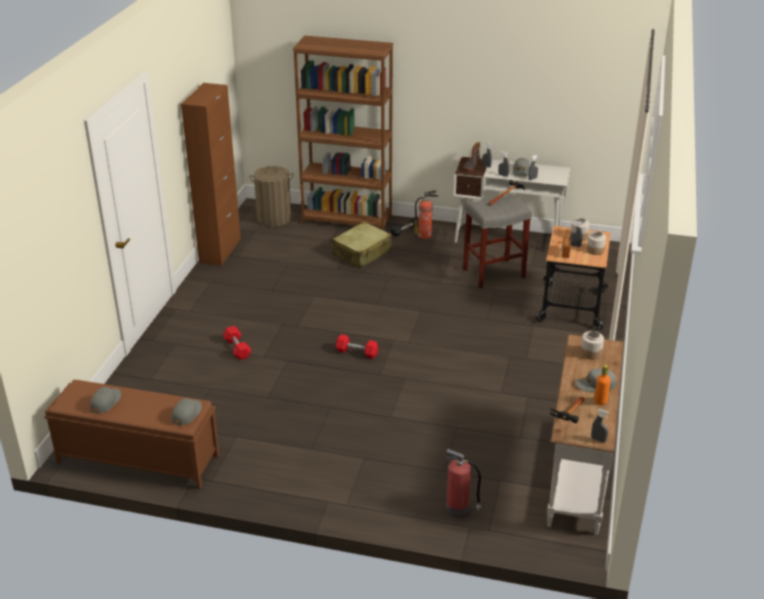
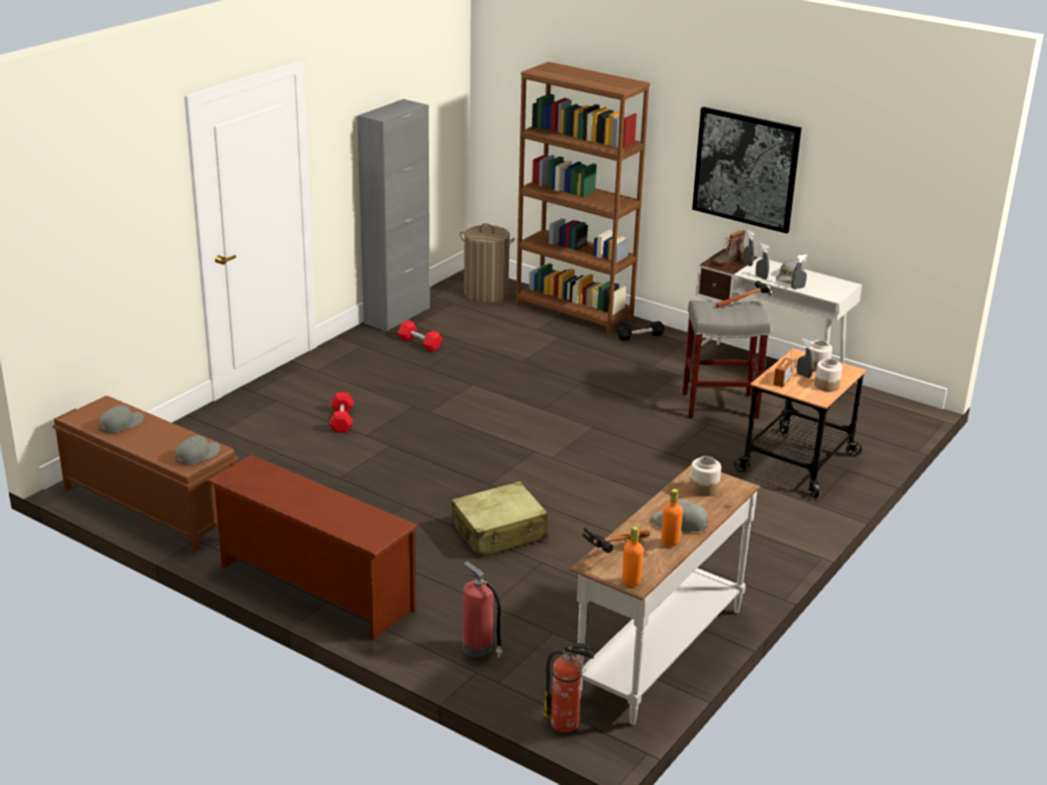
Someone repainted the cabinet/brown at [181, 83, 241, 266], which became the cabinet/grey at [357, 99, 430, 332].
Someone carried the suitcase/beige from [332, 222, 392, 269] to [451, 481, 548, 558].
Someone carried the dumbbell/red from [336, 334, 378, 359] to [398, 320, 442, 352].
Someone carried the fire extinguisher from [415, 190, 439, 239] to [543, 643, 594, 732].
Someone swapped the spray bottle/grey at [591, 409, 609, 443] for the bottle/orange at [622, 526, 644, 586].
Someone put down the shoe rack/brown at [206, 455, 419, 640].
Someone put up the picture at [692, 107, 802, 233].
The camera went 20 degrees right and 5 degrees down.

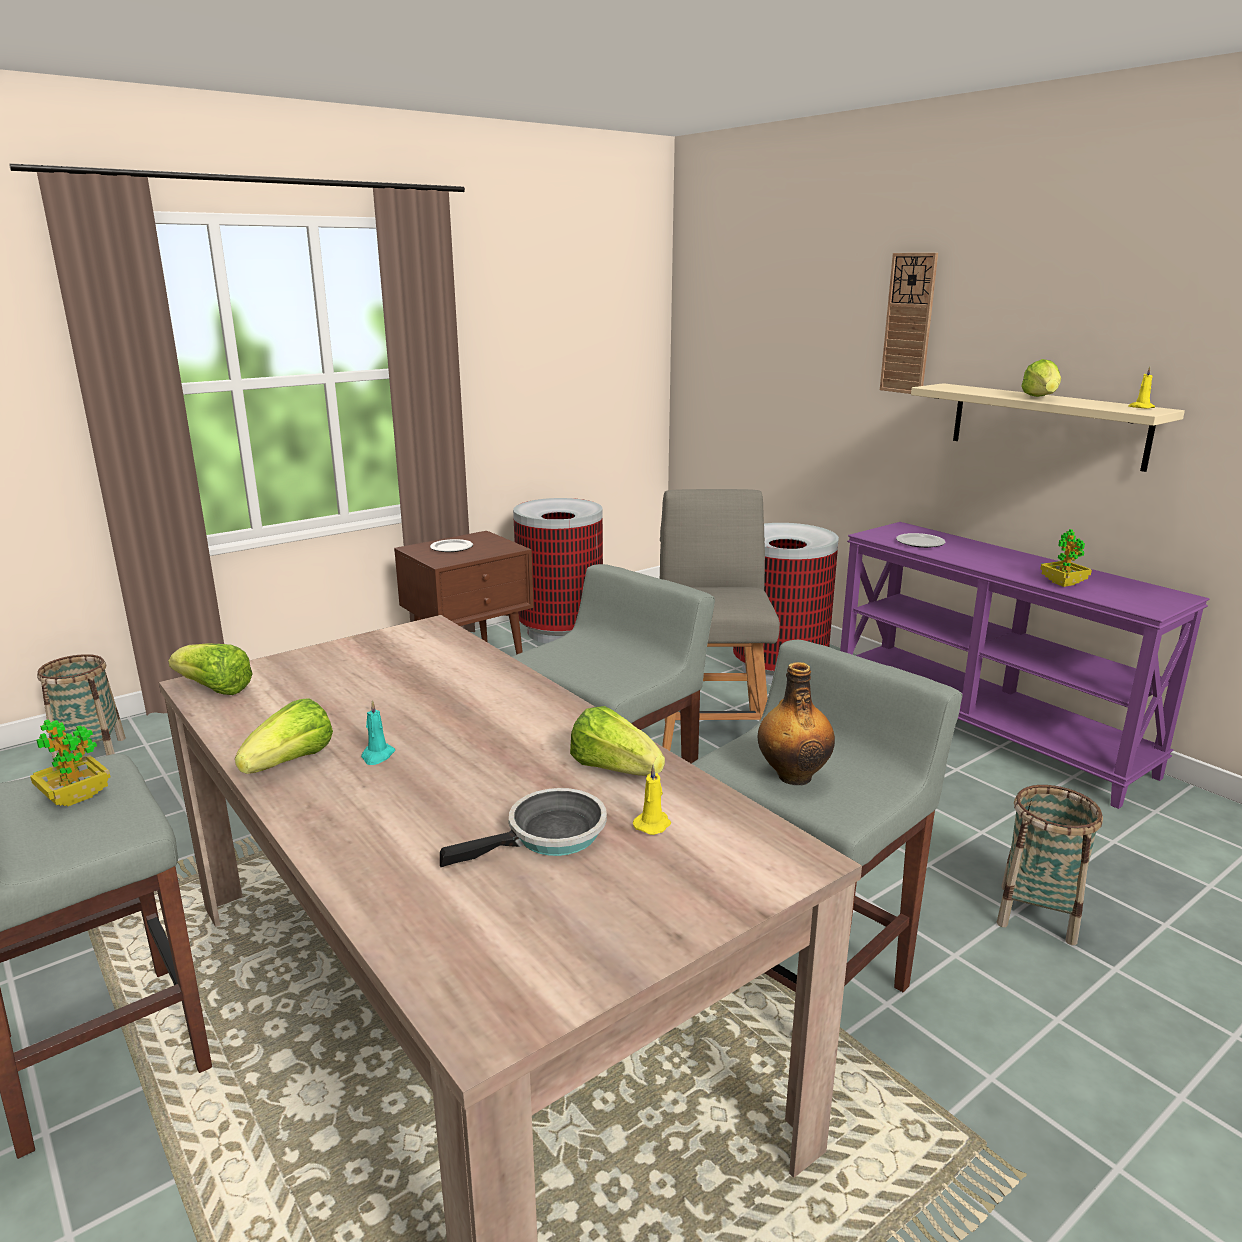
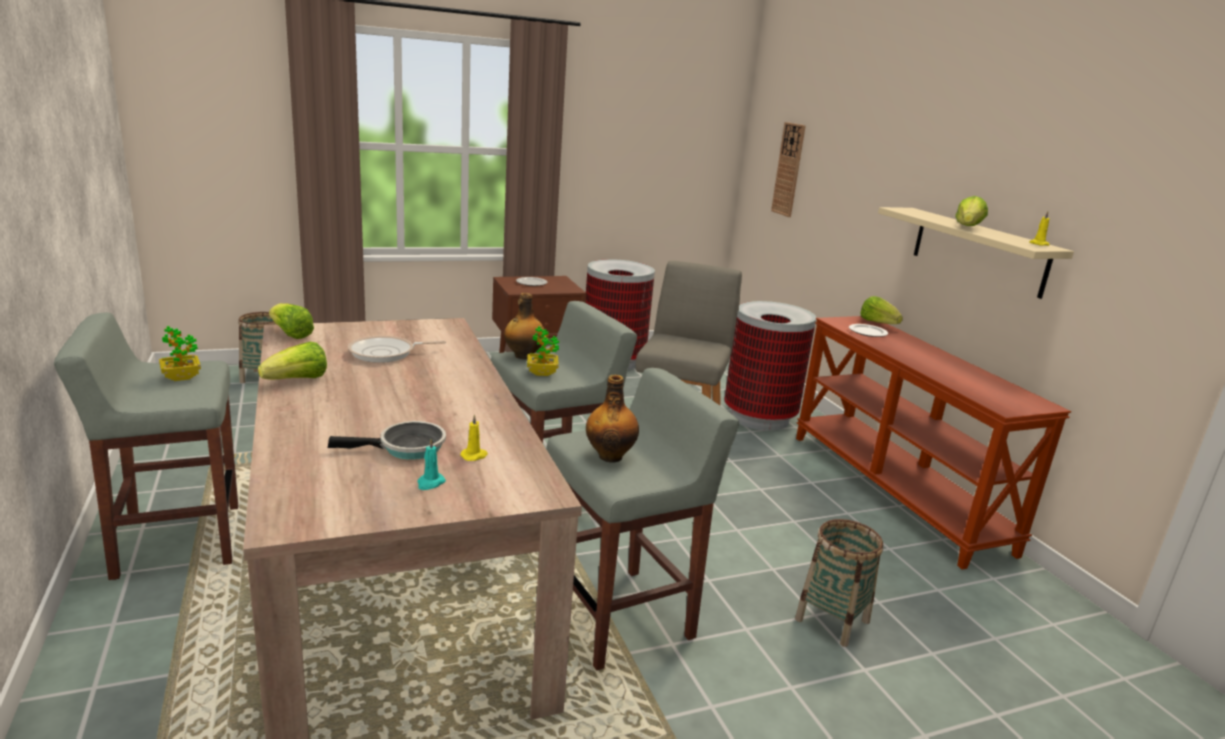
Someone carried the candle/turquoise from [361, 700, 395, 765] to [417, 438, 446, 490].
Someone carried the lettuce from [570, 706, 665, 776] to [860, 296, 903, 324].
Someone repainted the console table/purple at [840, 522, 1209, 809], which became the console table/brown at [796, 316, 1071, 570].
Someone carried the wall clock from [880, 253, 938, 394] to [771, 122, 806, 217].
Someone carried the potted plant from [1040, 529, 1092, 587] to [527, 326, 559, 376].
Someone put down the frying pan at [348, 336, 446, 363].
Someone put down the bottle at [504, 293, 544, 359].
The camera went 15 degrees right and 0 degrees up.

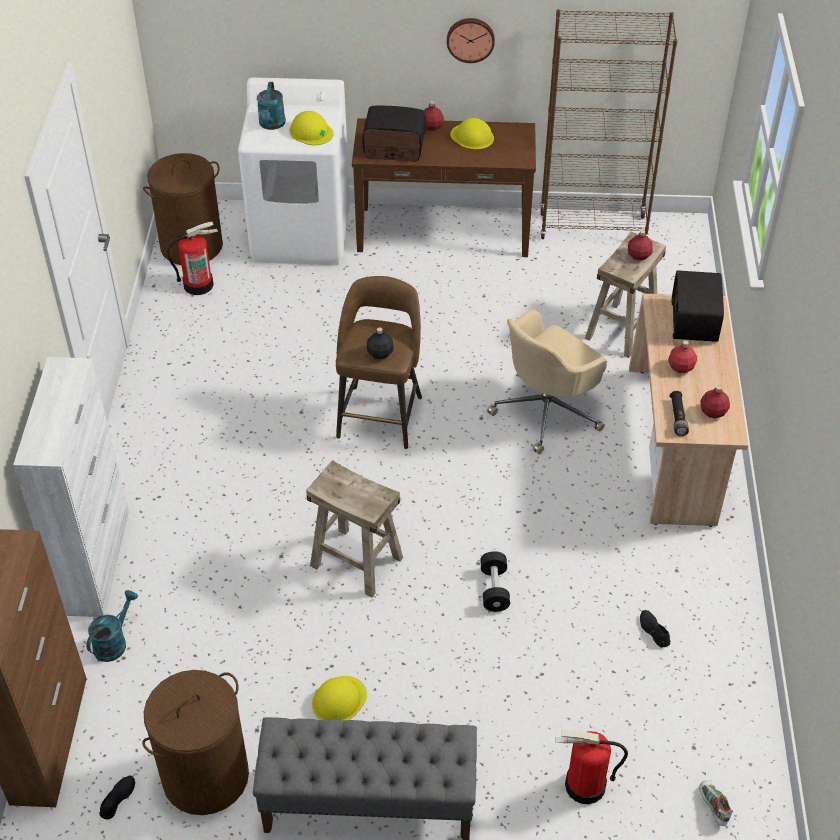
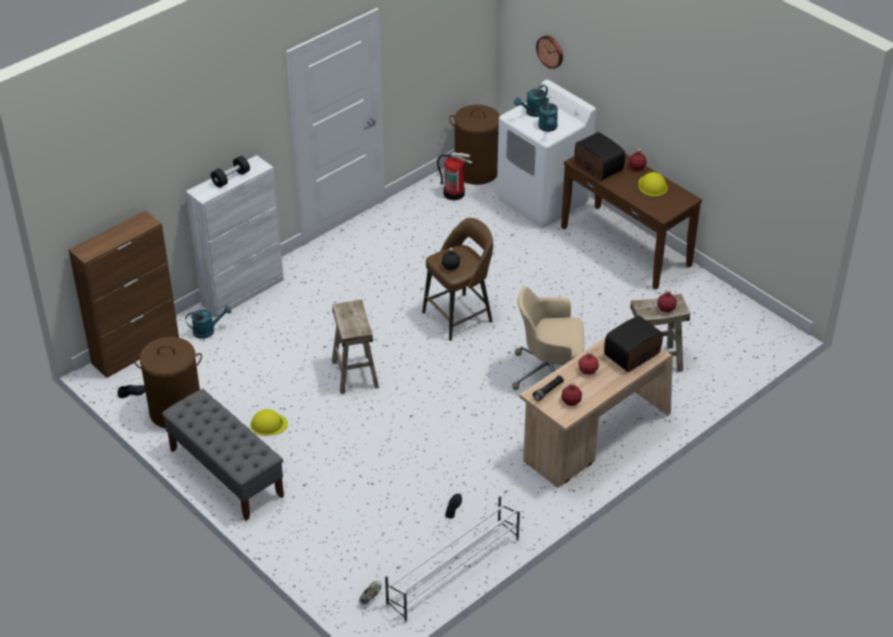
Someone swapped the hard hat/yellow at [289, 111, 334, 145] for the watering can/turquoise at [538, 98, 558, 132].
Someone carried the wall clock from [447, 18, 495, 63] to [536, 36, 563, 69].
Someone carried the dumbbell/black from [480, 551, 510, 612] to [211, 156, 250, 188].
Someone took away the bookcase/brown at [540, 9, 678, 239].
Someone took away the fire extinguisher at [555, 729, 628, 804].
Someone put down the shoe rack/white at [385, 494, 520, 623].
The camera went 45 degrees right and 5 degrees down.

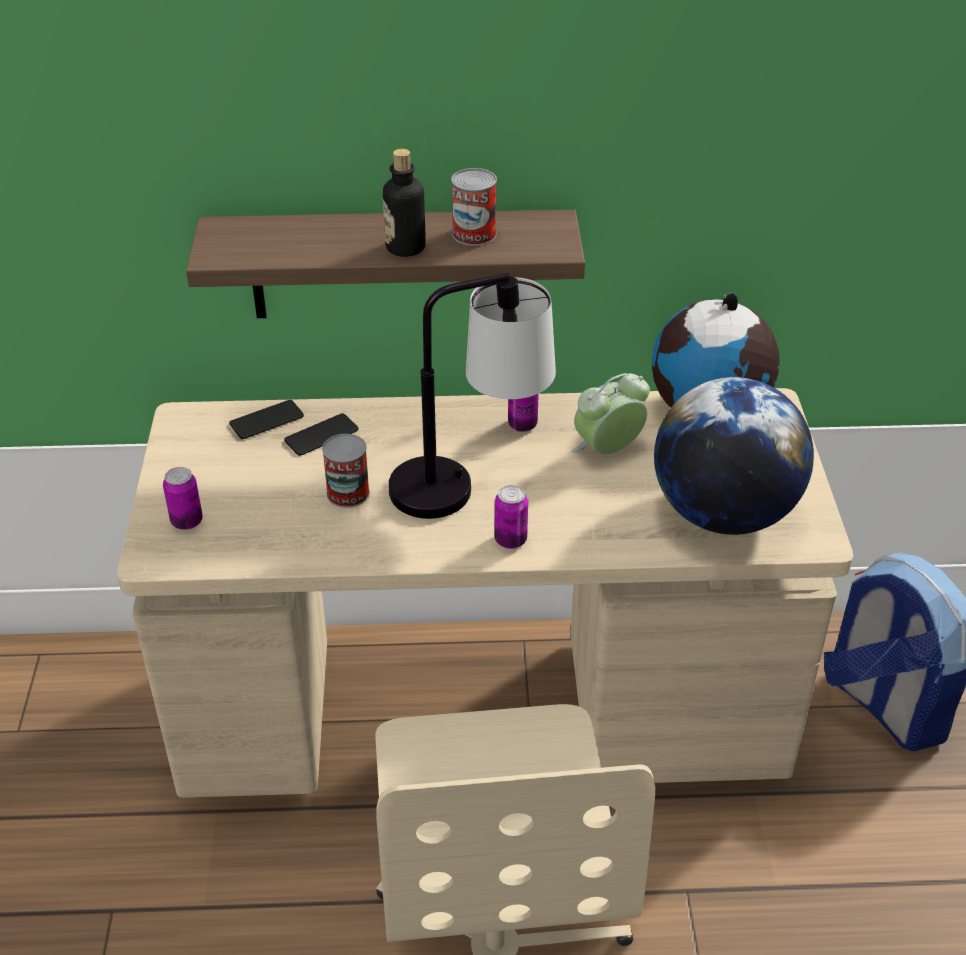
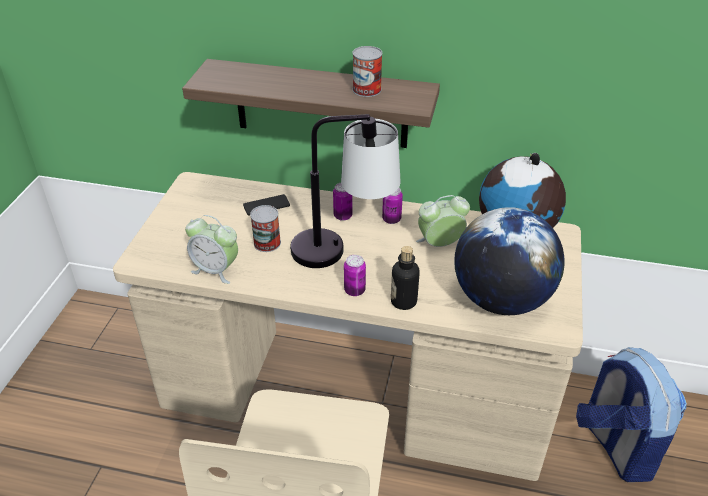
Someone carried the can from [163, 467, 203, 530] to [333, 183, 353, 221].
Someone took away the phone at [229, 400, 304, 439].
Someone carried the bottle from [383, 149, 426, 257] to [391, 246, 420, 310].
Someone put down the alarm clock at [185, 215, 238, 284].
The camera went 15 degrees right and 0 degrees up.

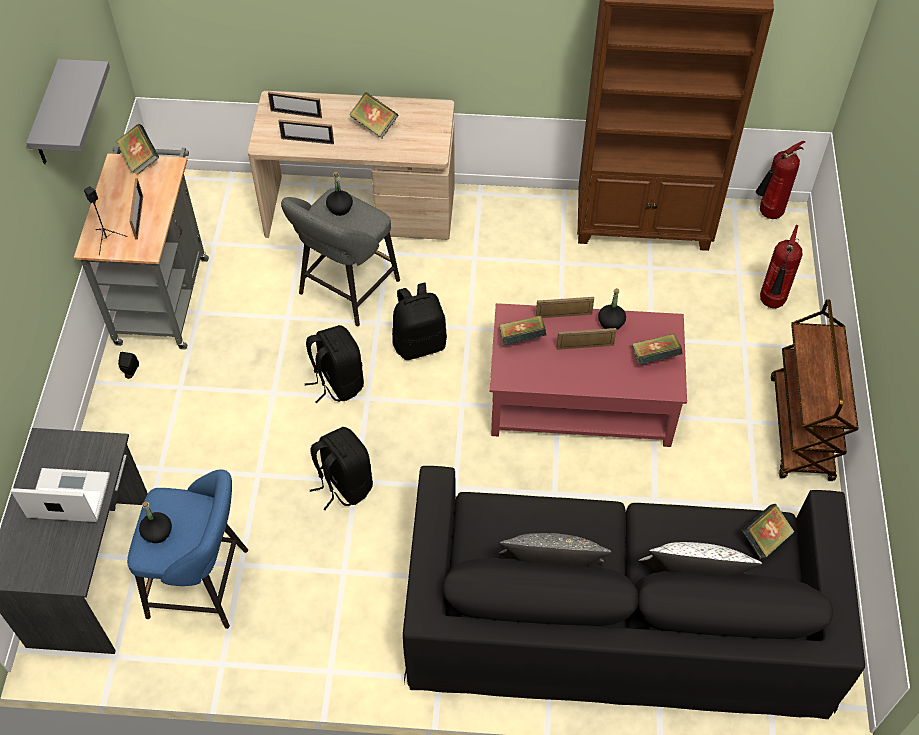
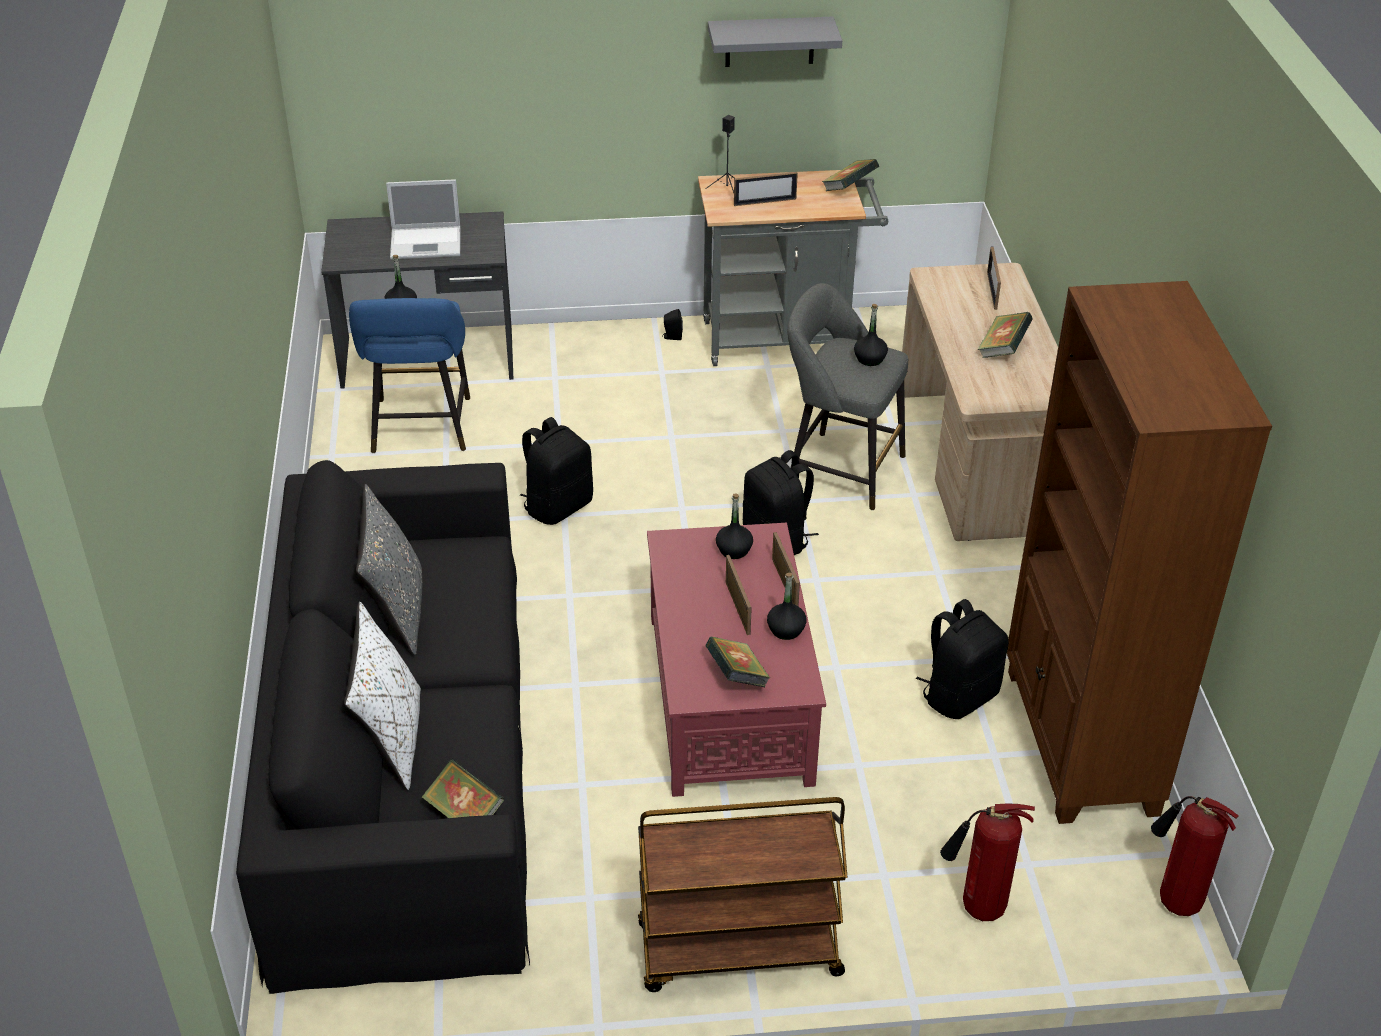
Someone rotated the laptop at [11, 468, 110, 522] by 90 degrees clockwise.
Someone took away the picture frame at [279, 119, 334, 145].
Someone carried the backpack/black from [305, 325, 364, 404] to [916, 599, 1008, 719].
Someone swapped the book at [500, 316, 547, 345] for the bottle/black at [716, 493, 753, 559].
The camera went 80 degrees right and 15 degrees down.

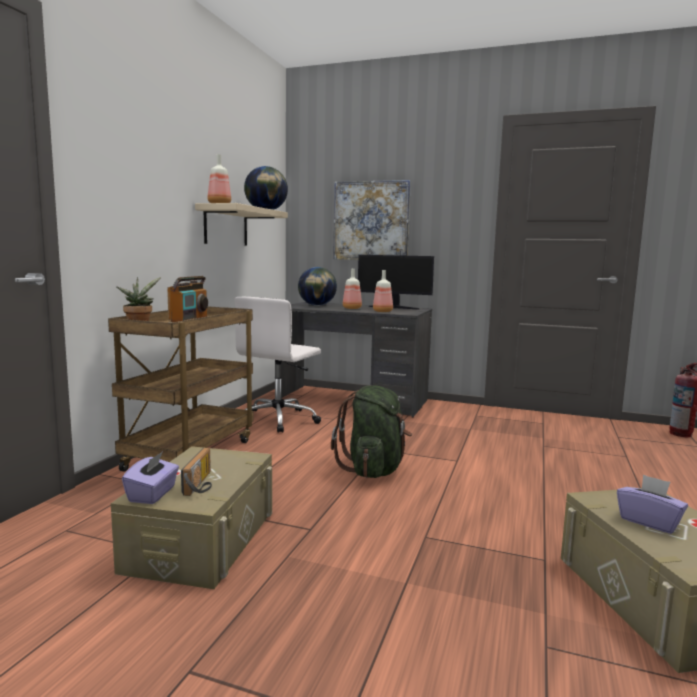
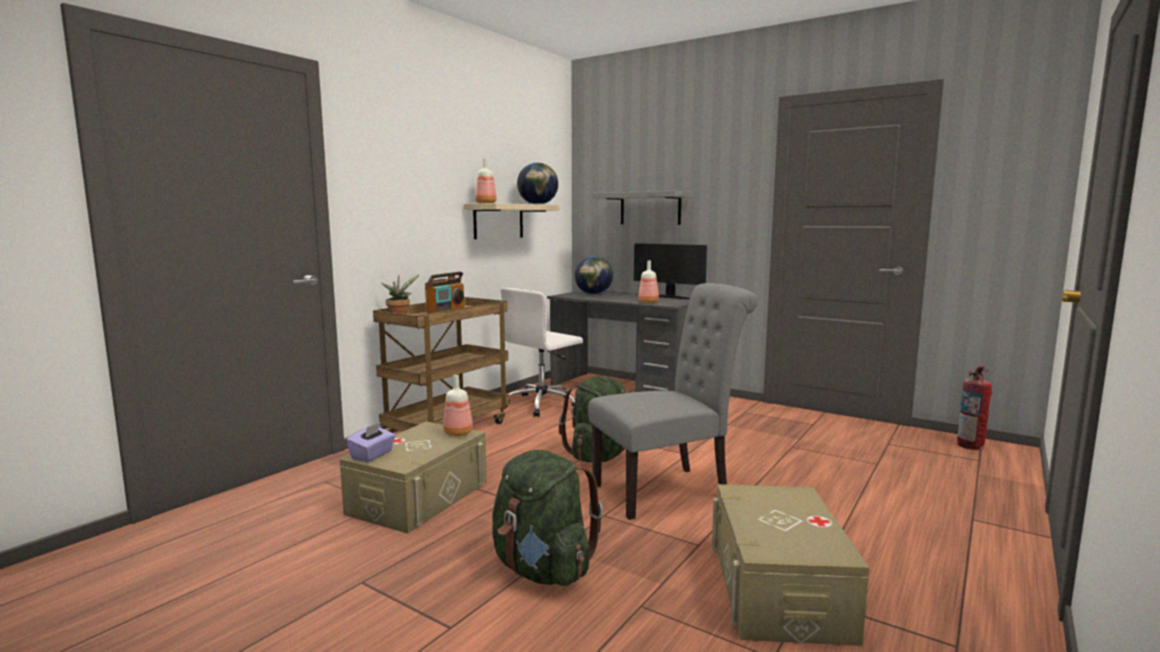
Someone took away the radio at [181, 448, 212, 496].
Someone swapped the picture at [333, 180, 411, 260] for the shelf/grey at [592, 191, 692, 225].
Someone carried the bottle from [343, 269, 362, 309] to [443, 375, 473, 436].
Someone took away the tissue box/purple at [617, 474, 688, 534].
Someone put down the backpack/green at [492, 450, 603, 586].
Someone put down the chair/grey at [588, 283, 758, 520].
The camera went 15 degrees right and 0 degrees up.

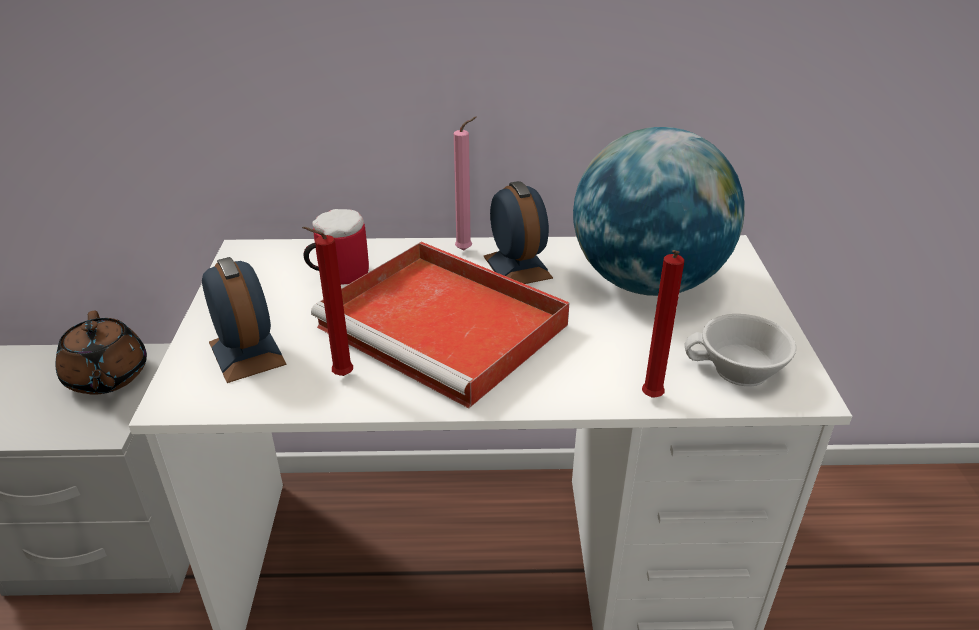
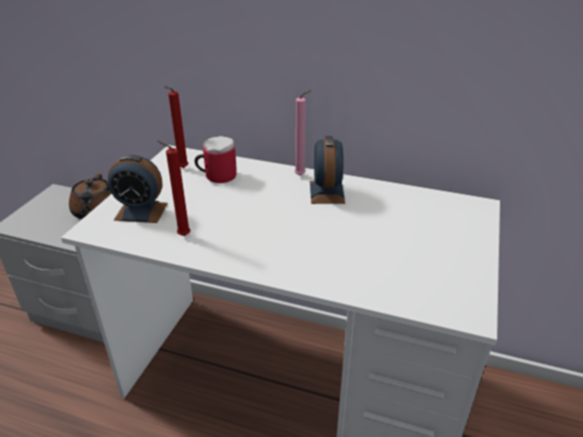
Someone rotated the alarm clock at [202, 257, 287, 383] by 105 degrees clockwise.
Someone took away the tray/red at [311, 242, 569, 408].
Someone took away the globe at [573, 127, 745, 296].
Someone carried the candle/red from [642, 250, 684, 397] to [164, 86, 188, 168].
Someone took away the cup/white at [685, 314, 796, 386].
The camera went 20 degrees right and 0 degrees up.

